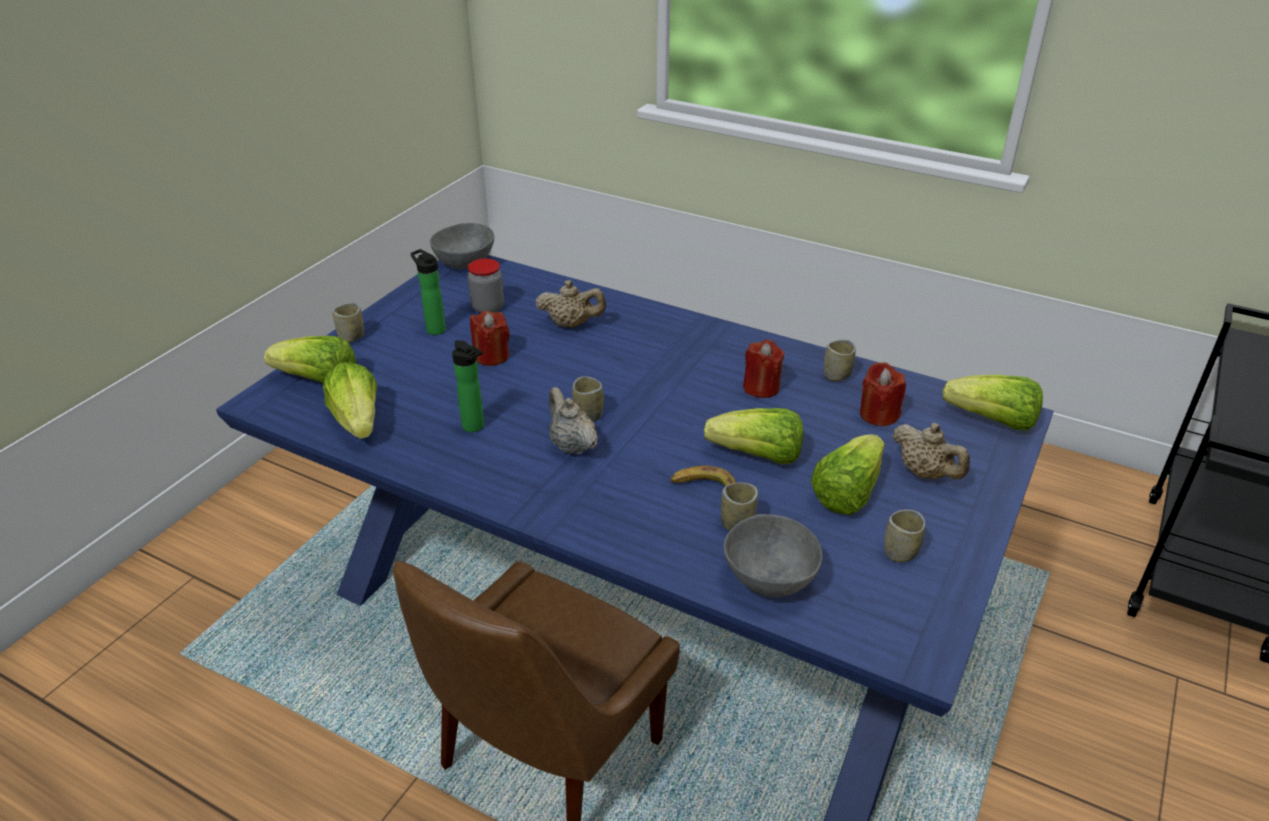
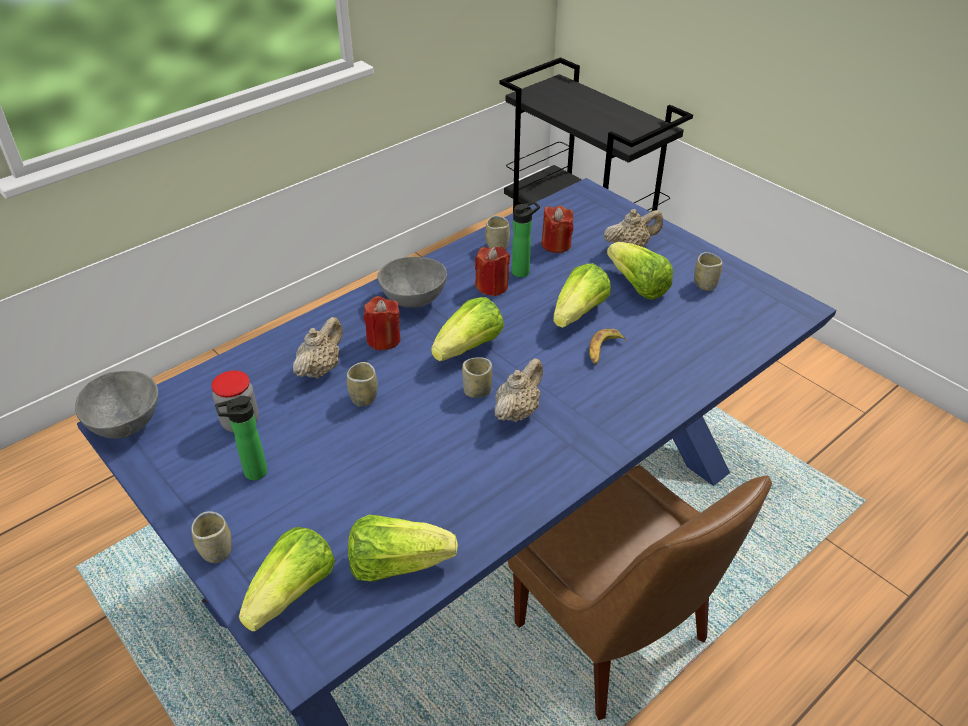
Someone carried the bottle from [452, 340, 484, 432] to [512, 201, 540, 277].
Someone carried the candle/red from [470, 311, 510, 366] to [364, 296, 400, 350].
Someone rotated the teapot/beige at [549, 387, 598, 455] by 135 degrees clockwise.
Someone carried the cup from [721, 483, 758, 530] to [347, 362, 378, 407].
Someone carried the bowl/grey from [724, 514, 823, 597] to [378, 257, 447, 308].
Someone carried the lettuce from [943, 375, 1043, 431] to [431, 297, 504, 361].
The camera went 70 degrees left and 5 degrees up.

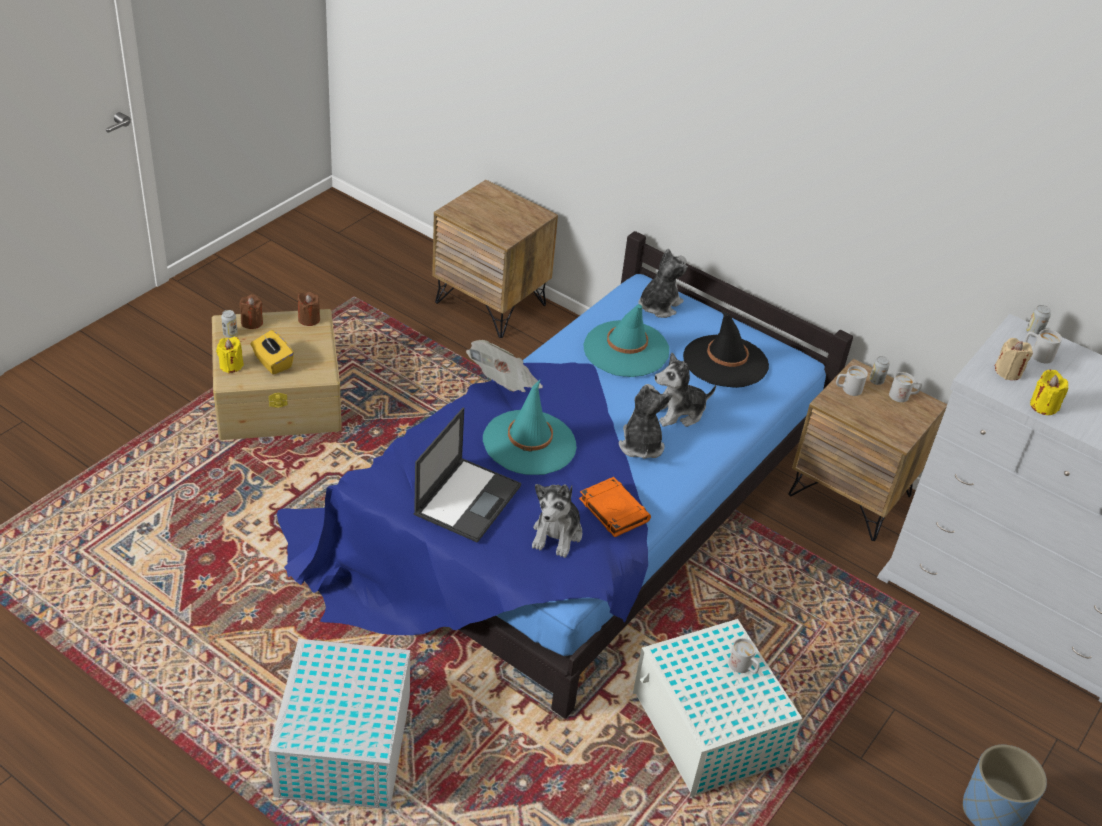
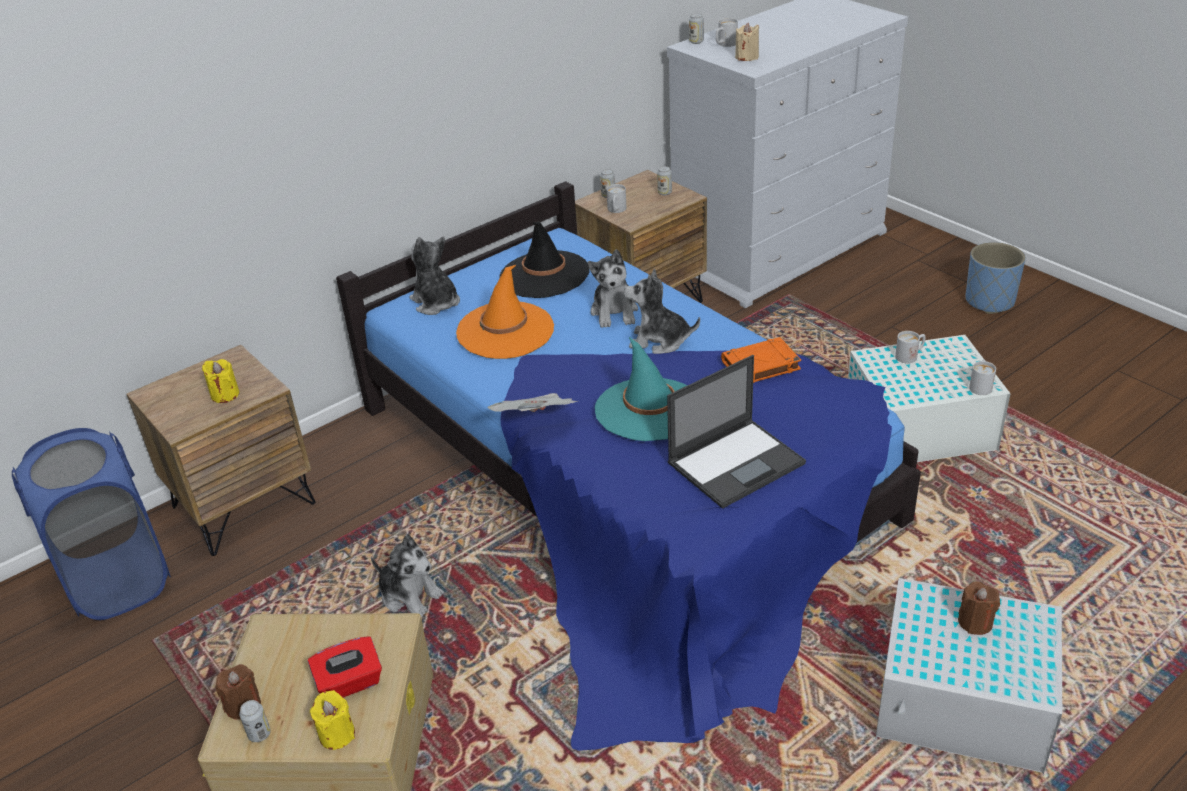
Someone repainted the tissue box/yellow at [250, 330, 294, 375], which became the tissue box/red at [308, 636, 382, 698].
Someone carried the candle/brown from [298, 292, 320, 326] to [958, 581, 1000, 635].
Someone rotated the laptop at [414, 408, 521, 543] by 105 degrees clockwise.
Someone carried the plush toy from [532, 484, 582, 558] to [371, 534, 444, 617].
Someone repainted the hat/turquoise at [584, 304, 669, 377], which became the hat/orange at [456, 265, 554, 359].
Someone carried the mug/white from [889, 372, 922, 402] to [969, 359, 996, 395].
Someone carried the candle/yellow from [1030, 370, 1068, 415] to [202, 359, 239, 403].
Someone put down the laundry basket/blue at [12, 428, 171, 620].
Someone put down the can at [657, 166, 672, 195].
The camera went 70 degrees left and 5 degrees down.

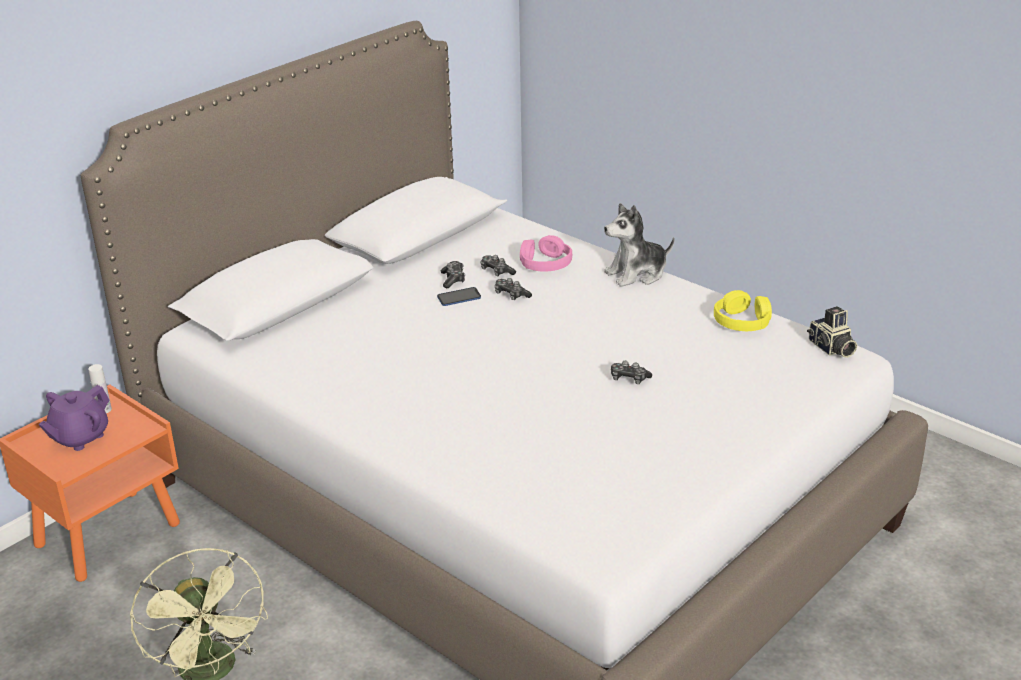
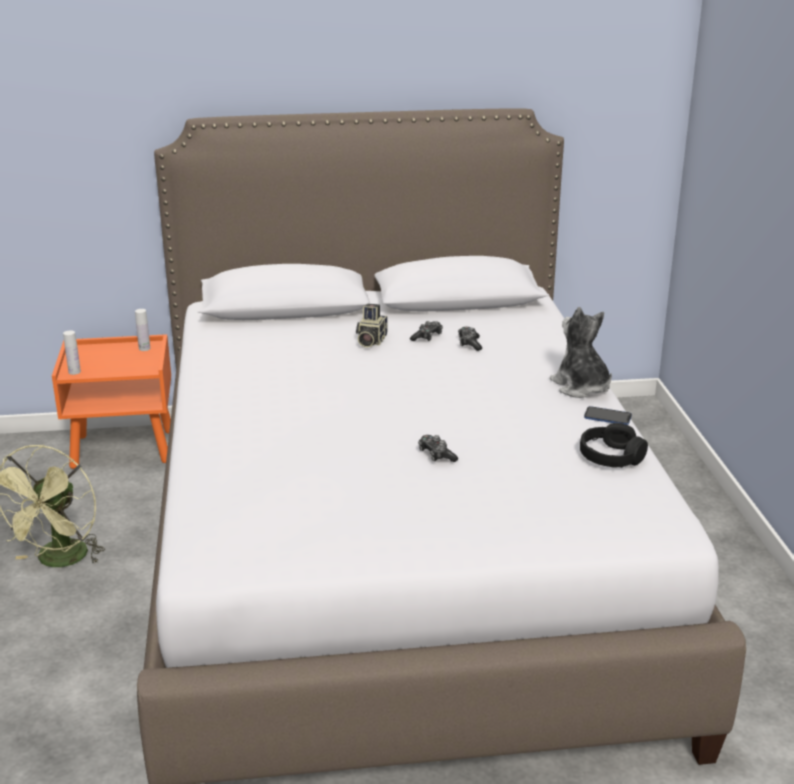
Someone took away the teapot/purple at [39, 385, 110, 451].
Someone carried the phone from [437, 287, 481, 306] to [584, 406, 632, 425].
Someone took away the game controller at [495, 278, 532, 300].
Someone took away the headphones/pink at [520, 235, 572, 272].
Someone rotated the plush toy at [604, 203, 675, 287] by 45 degrees clockwise.
Someone repainted the headphones/yellow at [714, 290, 772, 331], which became the headphones/black at [580, 423, 648, 468].
Someone carried the photo camera from [807, 306, 857, 358] to [356, 304, 388, 347].
Someone put down the bottle/white at [63, 330, 81, 375].
The camera went 40 degrees right and 5 degrees down.

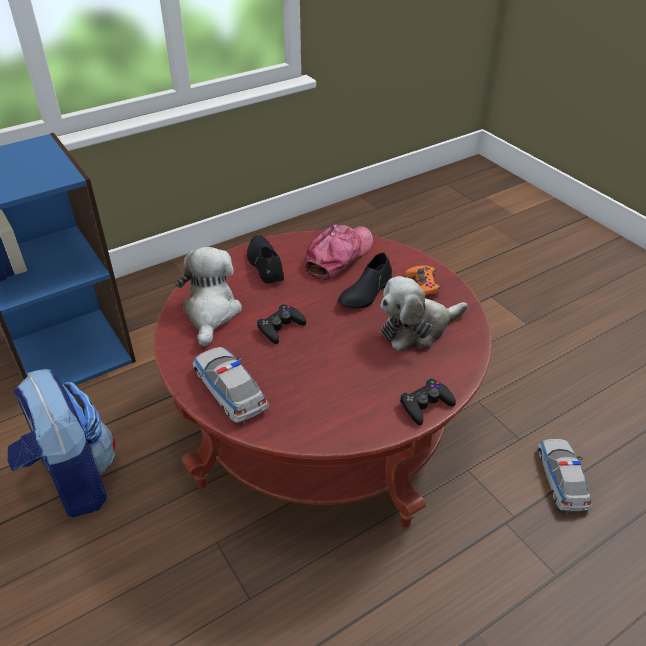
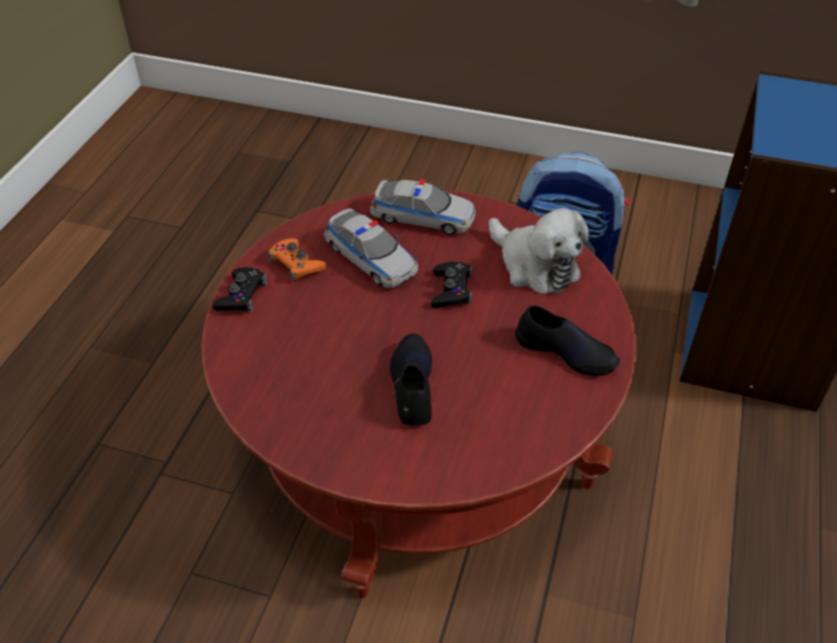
Someone took away the cap at [304, 225, 373, 280].
Someone took away the plush toy at [380, 276, 468, 351].
Someone carried the game controller/orange from [405, 266, 440, 295] to [268, 238, 326, 282].
Someone carried the toy car from [538, 439, 592, 513] to [324, 209, 418, 288].
The camera went 140 degrees right and 5 degrees up.

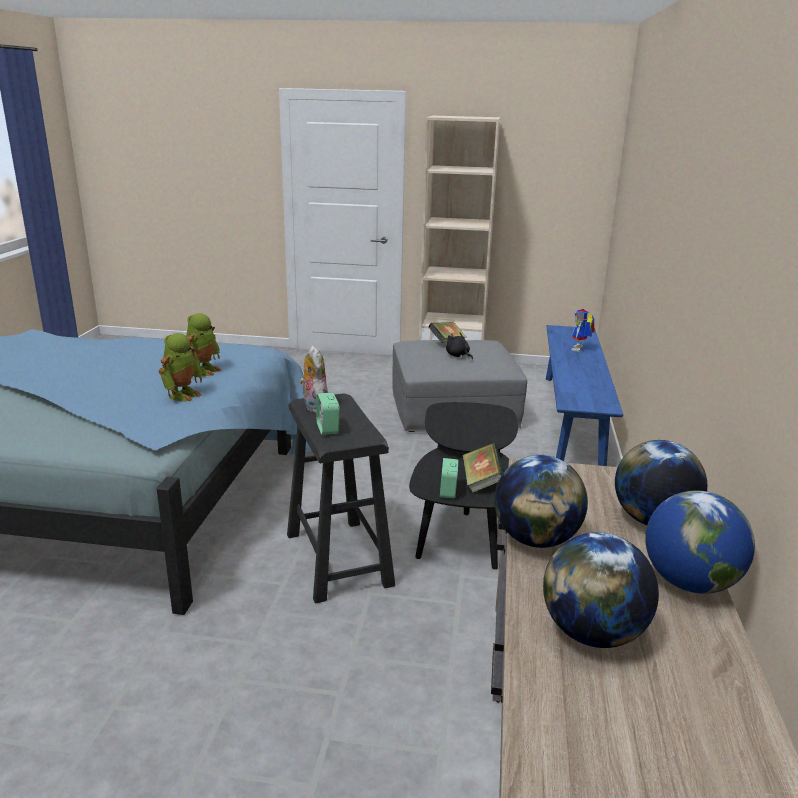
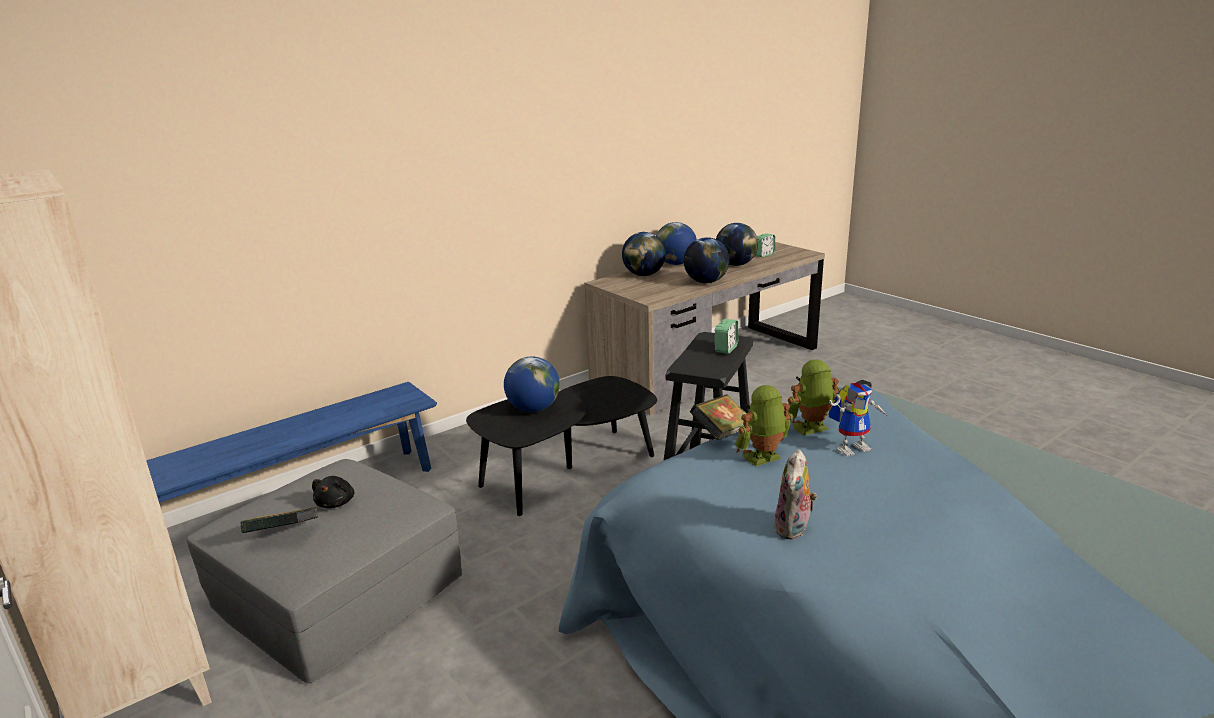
Someone carried the plush toy from [300, 346, 328, 413] to [774, 449, 817, 540].
Someone carried the alarm clock from [440, 458, 458, 498] to [755, 234, 775, 257].
Someone carried the book from [462, 443, 503, 493] to [690, 394, 747, 440].
Someone carried the toy robot from [571, 309, 595, 352] to [829, 383, 886, 457].
Someone put down the globe at [504, 356, 560, 412].
The camera went 135 degrees left and 0 degrees up.

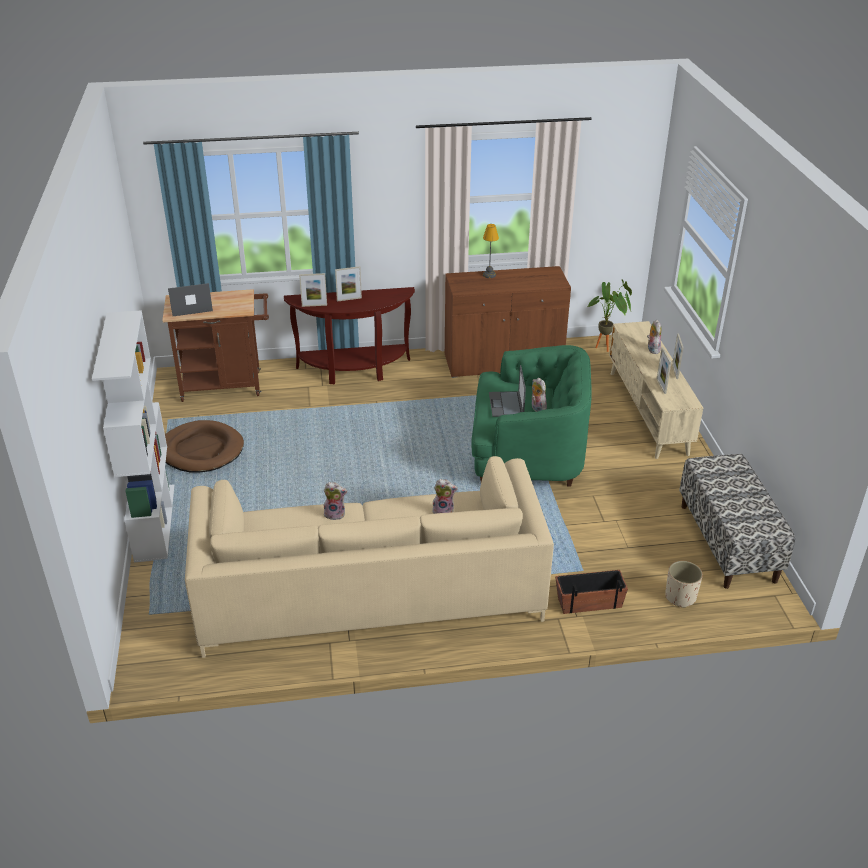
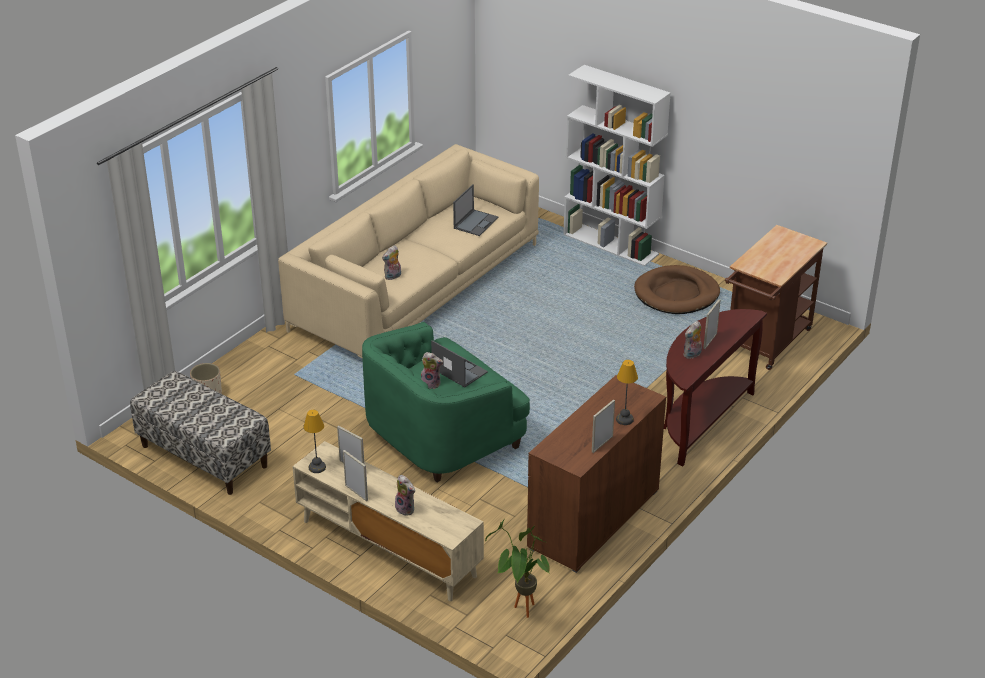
Someone carried the laptop from [168, 283, 213, 316] to [453, 184, 499, 236].
Someone carried the picture frame from [299, 273, 327, 307] to [592, 400, 615, 453].
Someone carried the plush toy from [324, 482, 347, 520] to [684, 321, 702, 359].
Someone took away the planter at [555, 570, 628, 614].
Someone put down the table lamp at [303, 410, 326, 473].
The camera went 135 degrees right and 0 degrees up.

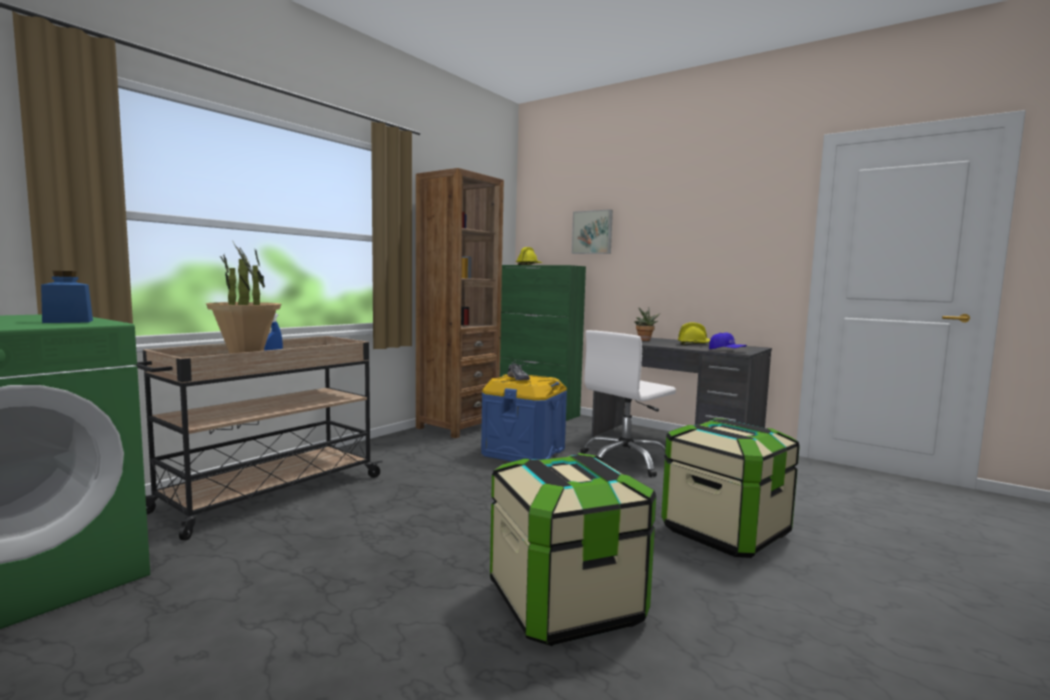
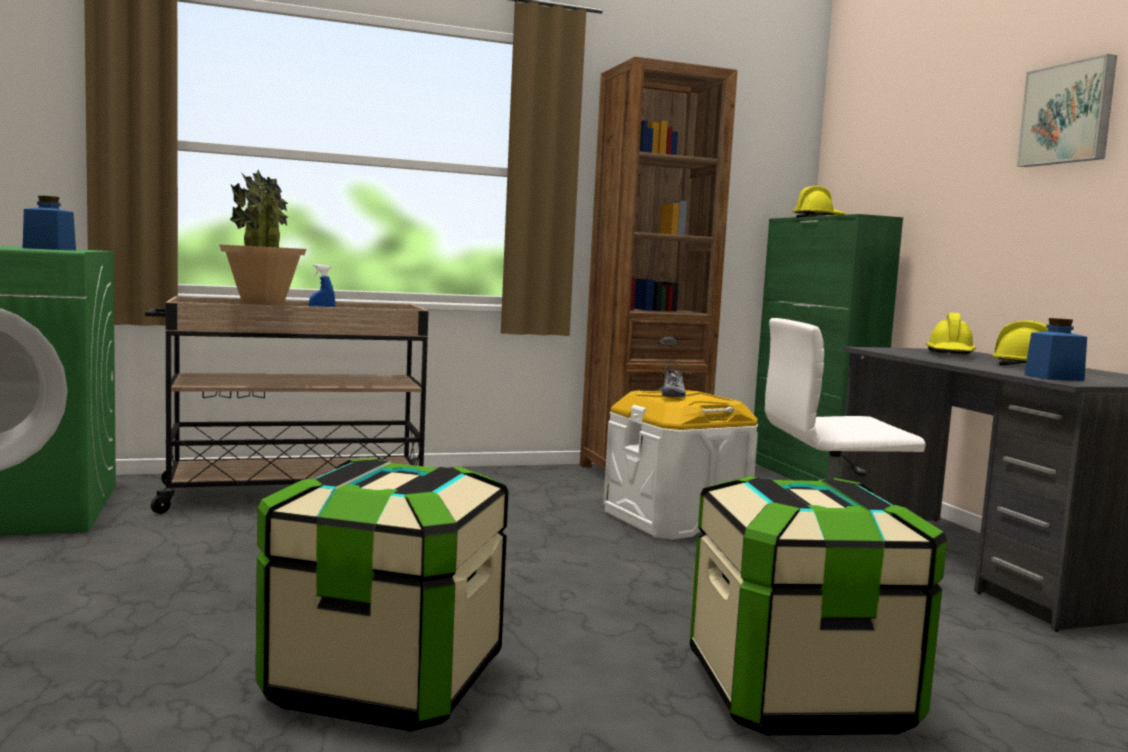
Someone repainted the storage box/blue at [481, 374, 567, 462], which became the storage box/white at [604, 390, 758, 540].
Someone carried the picture from [572, 209, 613, 254] to [1016, 54, 1117, 167].
Someone swapped the potted plant at [634, 307, 660, 341] for the hard hat/yellow at [926, 313, 976, 354].
Someone swapped the cap/blue at [709, 332, 747, 349] for the jar/blue at [1024, 318, 1087, 381].
The camera went 35 degrees right and 0 degrees up.

